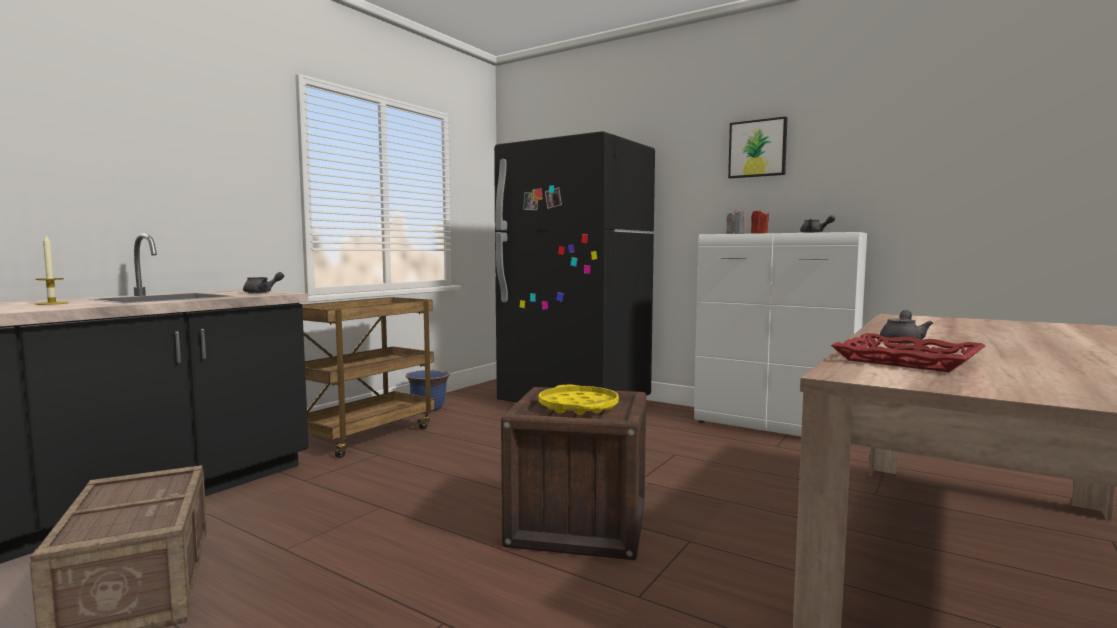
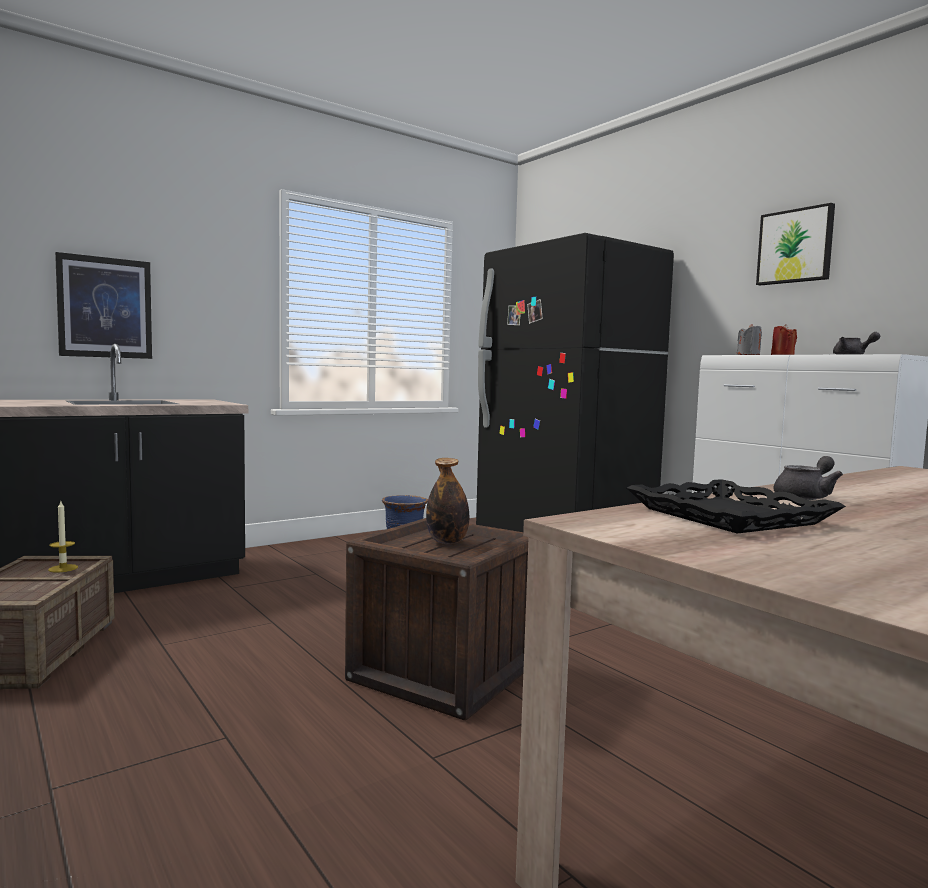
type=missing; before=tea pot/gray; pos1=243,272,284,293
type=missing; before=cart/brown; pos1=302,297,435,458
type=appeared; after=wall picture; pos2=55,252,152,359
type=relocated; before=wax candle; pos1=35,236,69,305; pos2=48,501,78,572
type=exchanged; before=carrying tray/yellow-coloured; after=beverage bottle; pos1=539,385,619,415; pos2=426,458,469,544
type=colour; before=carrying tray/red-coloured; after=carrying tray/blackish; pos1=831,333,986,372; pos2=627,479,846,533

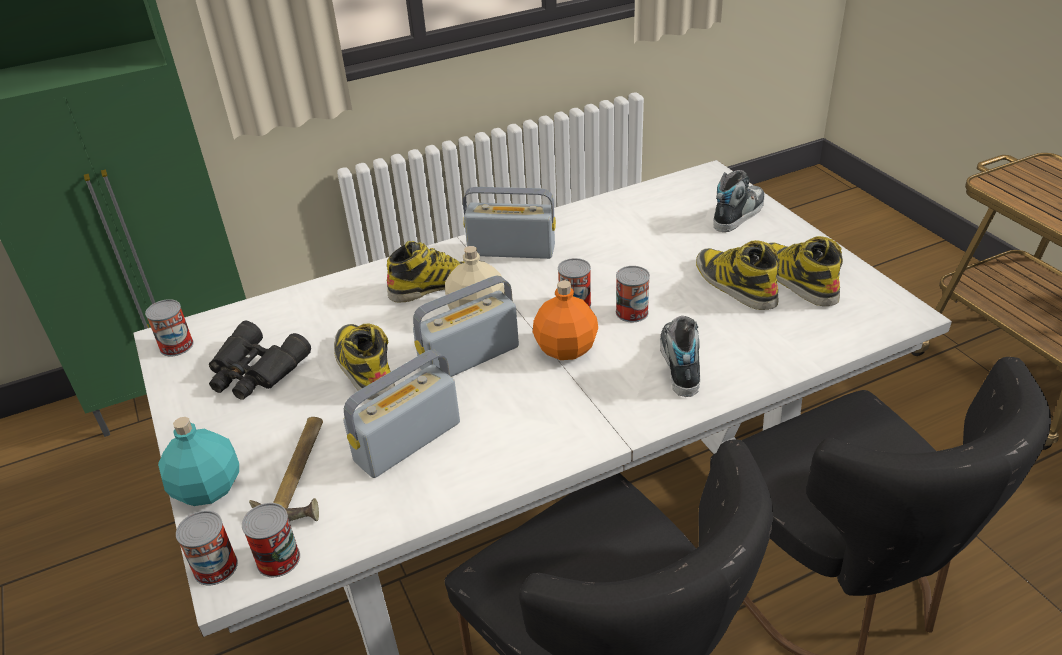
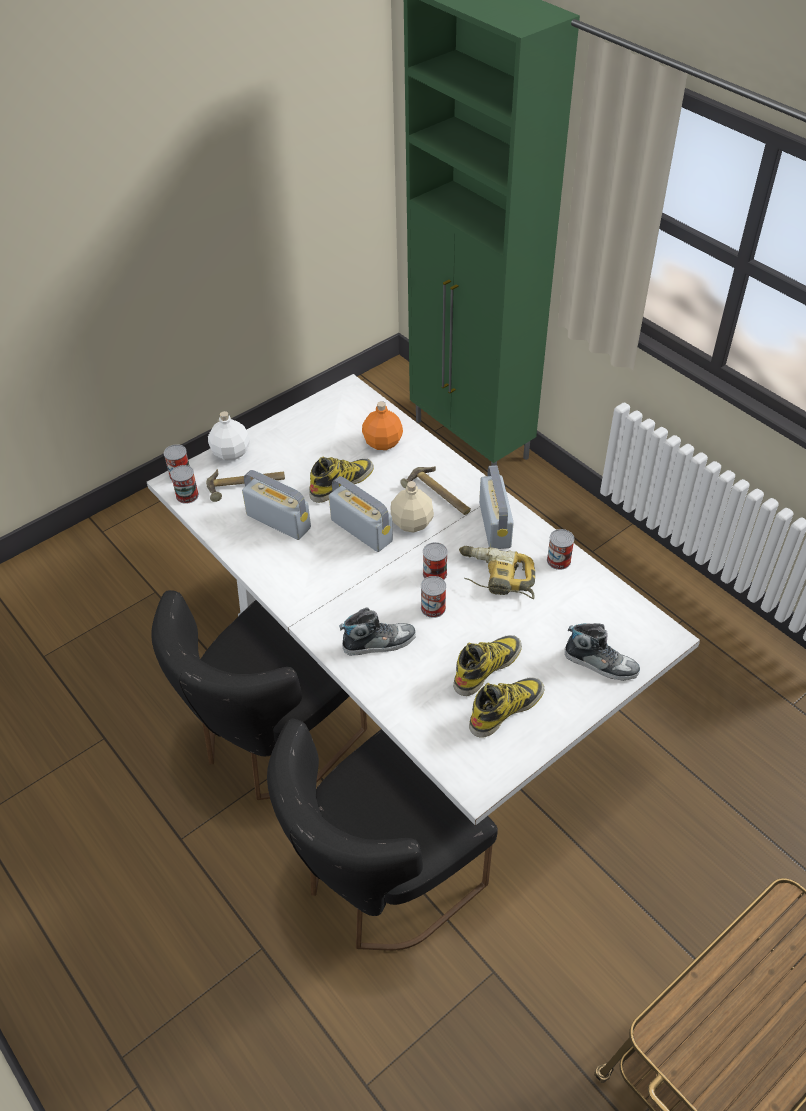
type=missing; before=field glasses/blackish; pos1=209,321,311,400
type=appeared; after=power drill; pos2=459,546,535,599
type=relocated; before=sealed can; pos1=145,299,194,356; pos2=547,529,574,570
type=relocated; before=beverage bottle/orange; pos1=533,280,598,360; pos2=362,401,403,450
type=exchanged; before=high-top boot; after=hand hammer; pos1=387,241,486,302; pos2=401,466,471,515
type=colour; before=beverage bottle/blue-green; after=beverage bottle/white; pos1=158,417,239,506; pos2=208,411,250,461

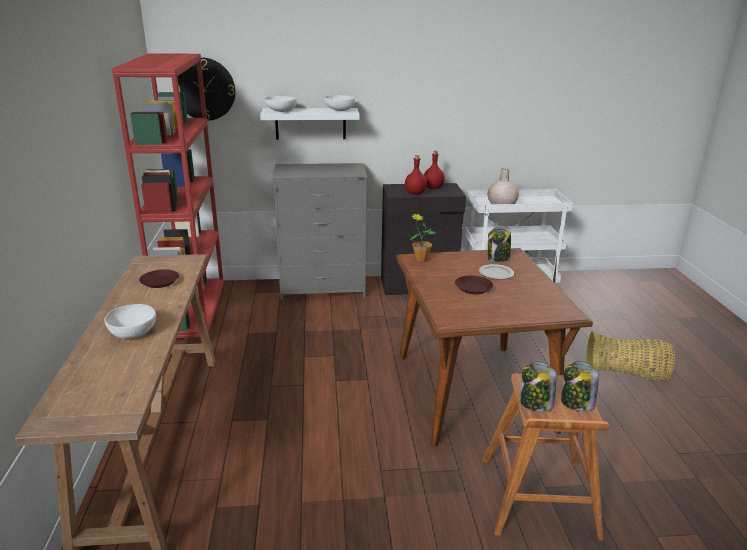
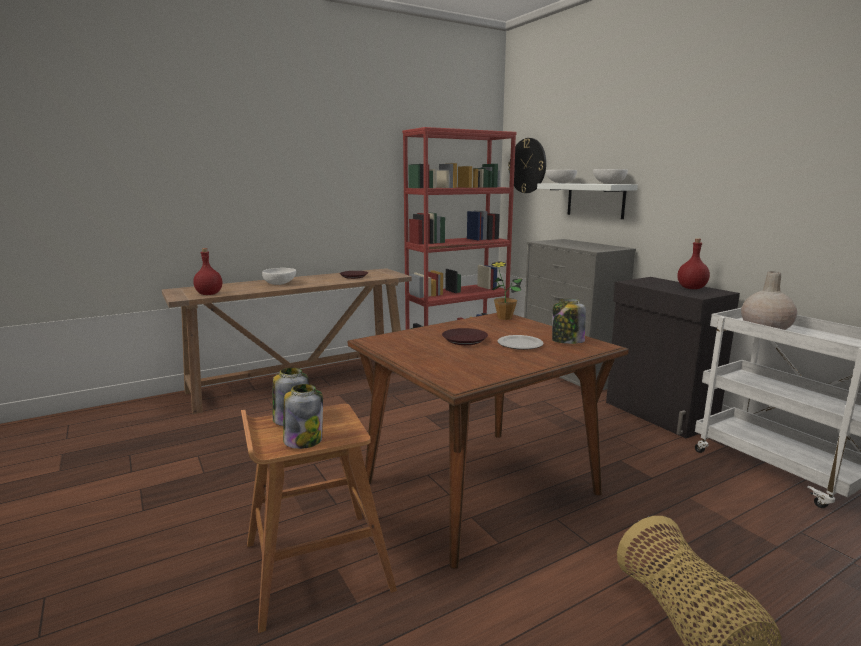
type=relocated; before=beverage bottle/red-coloured; pos1=405,155,427,195; pos2=193,248,222,295

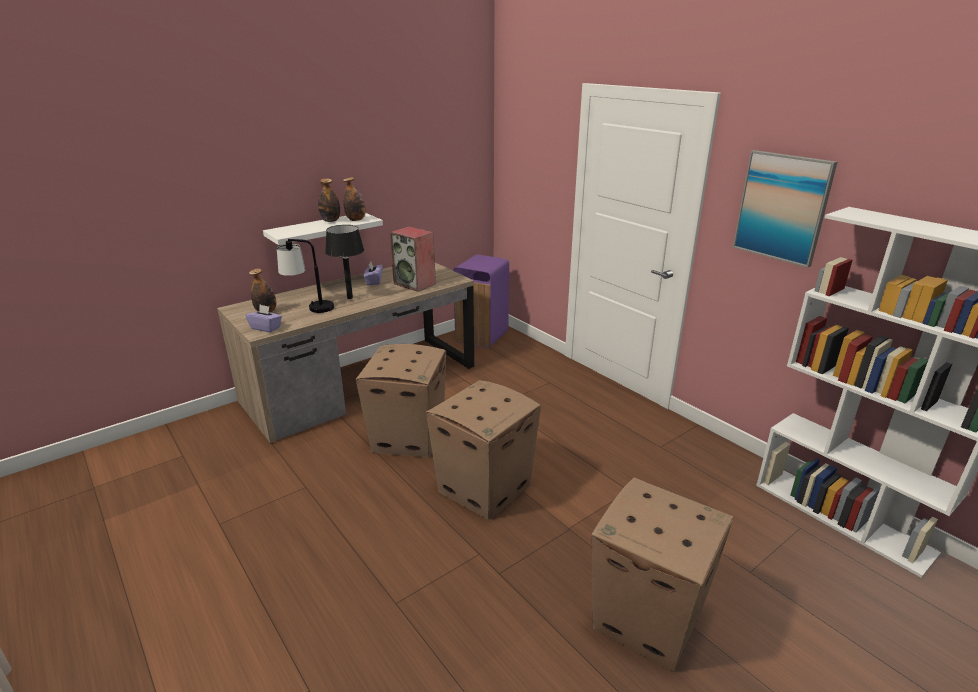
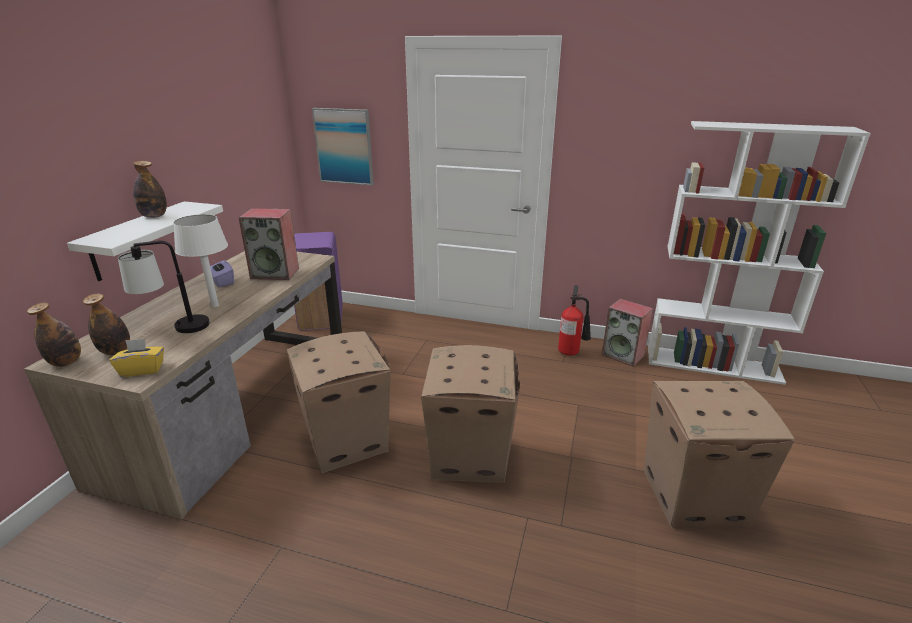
type=appeared; after=extinguisher; pos2=558,285,591,356
type=appeared; after=speaker; pos2=602,299,653,367
type=relocated; before=beverage bottle; pos1=343,177,366,221; pos2=27,303,81,367
type=relocated; before=wall picture; pos1=733,150,837,268; pos2=312,108,374,186
type=colour; before=box of tissues/purplish; after=box of tissues/yellow-coloured; pos1=245,305,282,332; pos2=109,339,164,377
type=colour; before=tabletop lamp/blackish; after=tabletop lamp/white; pos1=325,225,364,299; pos2=173,214,228,307

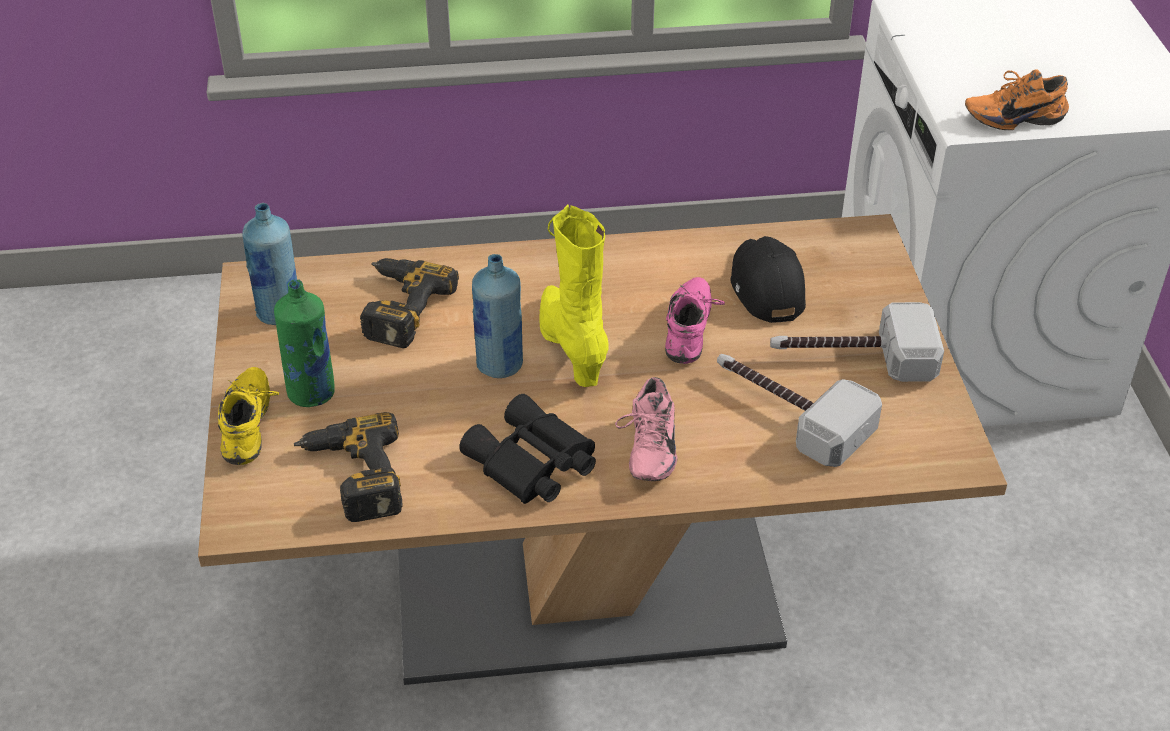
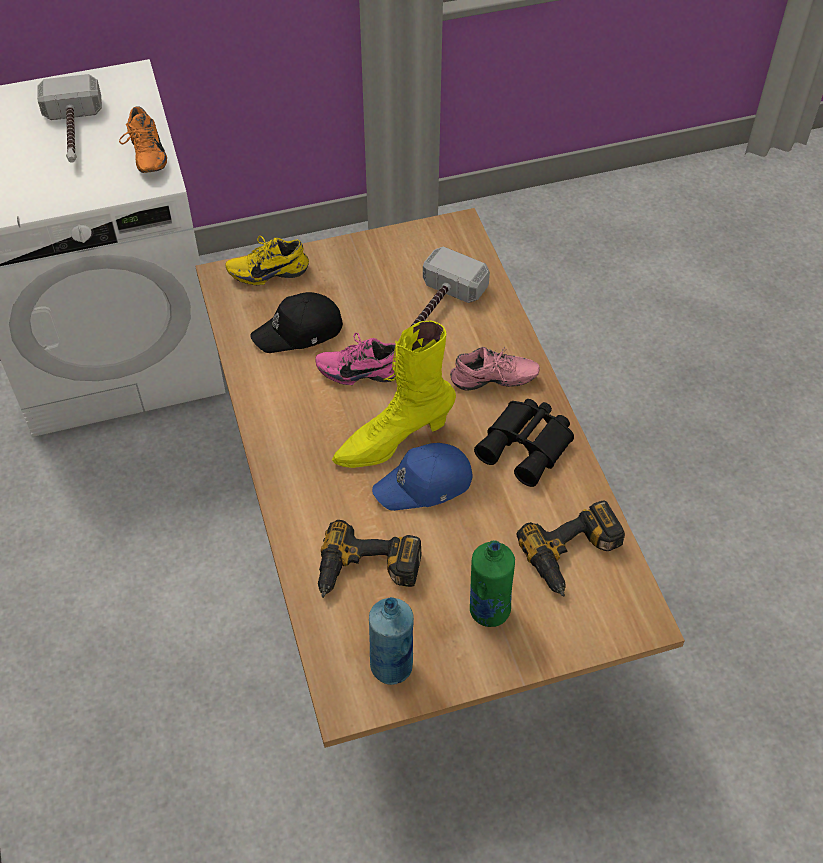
type=relocated; before=item of footwear/yellow-coloured; pos1=218,367,279,465; pos2=226,236,309,285
type=relocated; before=hand hammer; pos1=770,302,944,382; pos2=37,74,102,163
type=exchanged; before=beverage bottle/blue-coloured; after=baseball cap/blue-coloured; pos1=472,254,523,378; pos2=372,443,472,511

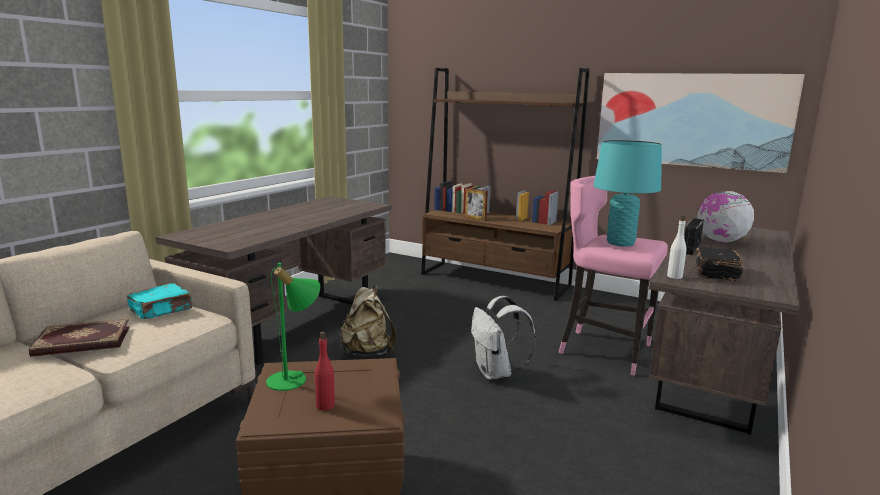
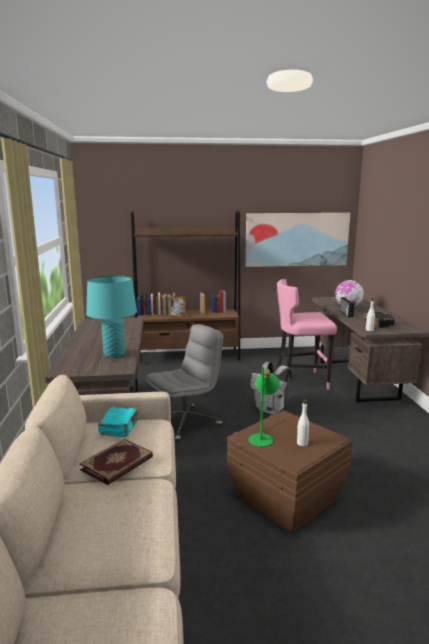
type=relocated; before=tabletop lamp/blue-green; pos1=593,140,662,247; pos2=86,275,137,358
type=exchanged; before=backpack/beige-coloured; after=desk chair/gray; pos1=340,285,396,356; pos2=146,324,223,442
type=colour; before=beverage bottle/red-coloured; after=beverage bottle/white; pos1=315,332,335,411; pos2=297,399,309,446

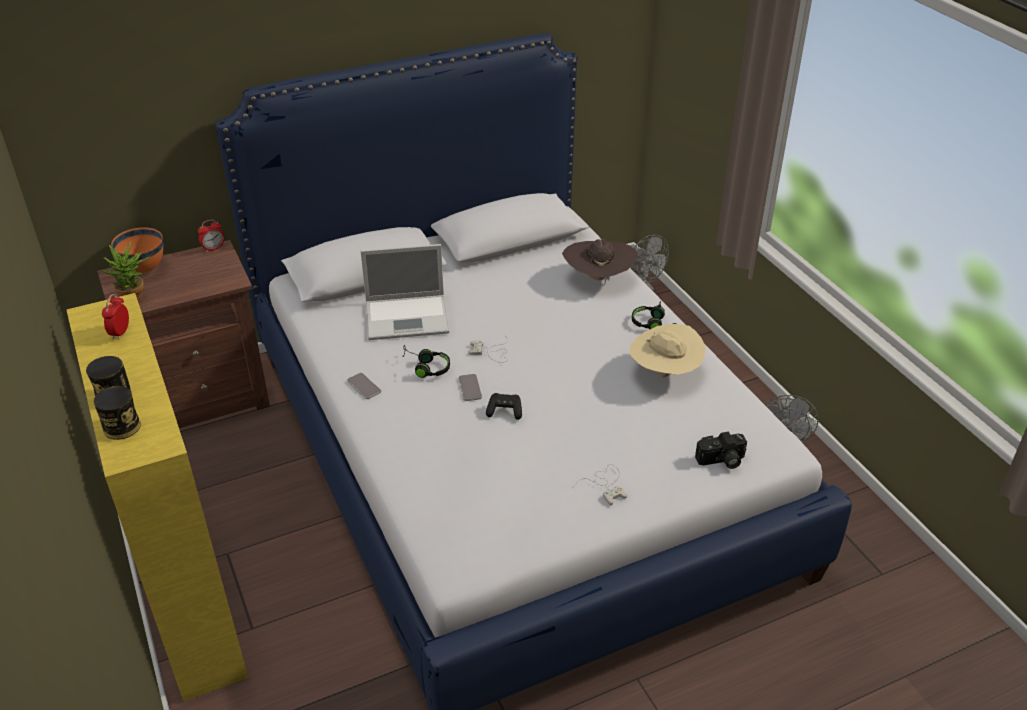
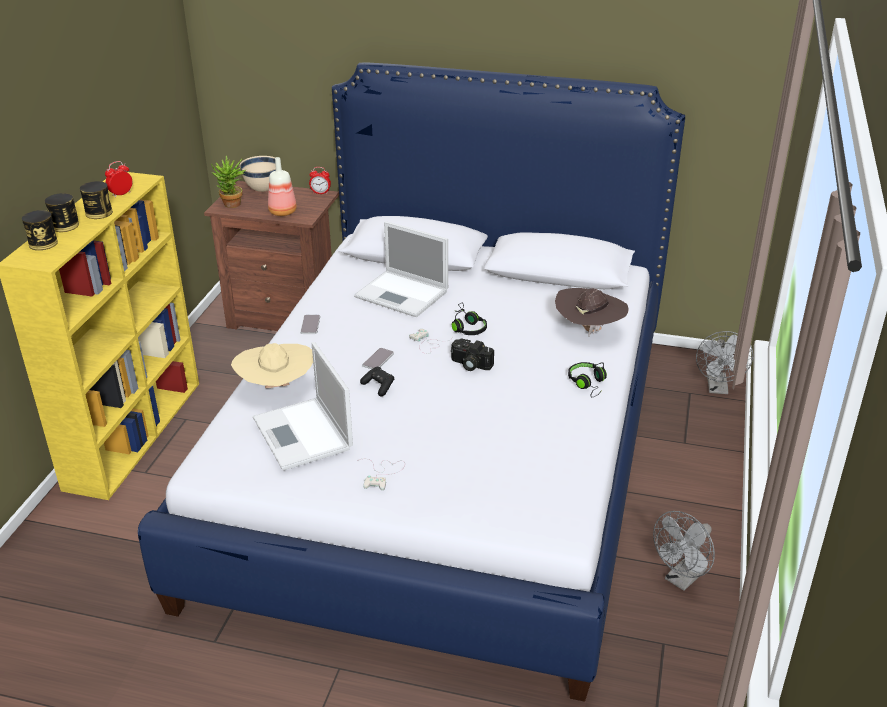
type=appeared; after=sealed can; pos2=80,181,113,219
type=appeared; after=portable computer; pos2=253,342,353,471
type=appeared; after=beverage bottle; pos2=268,157,297,216
type=relocated; before=headphones/blackish; pos1=403,345,450,378; pos2=452,303,487,335
type=relocated; before=wearable hat/beige-coloured; pos1=629,324,706,378; pos2=231,343,313,388
type=relocated; before=photo camera; pos1=695,432,747,469; pos2=451,339,494,371
type=colour; before=serving bowl/orange; after=serving bowl/beige-coloured; pos1=111,227,163,273; pos2=240,156,276,192

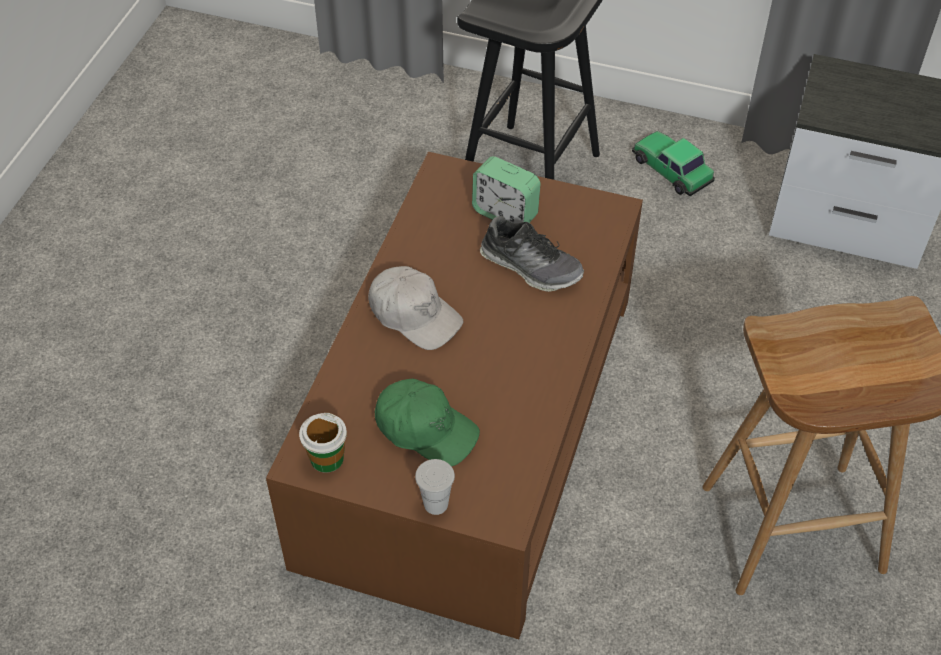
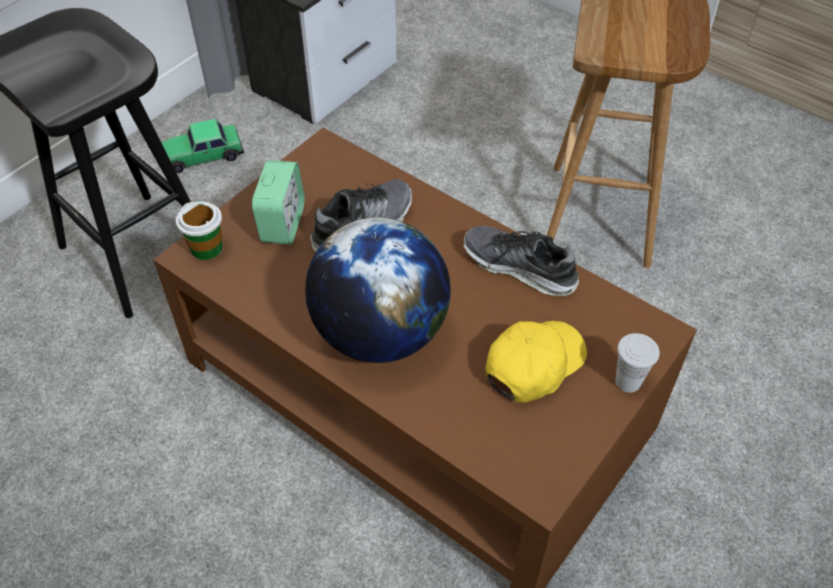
type=appeared; after=item of footwear; pos2=463,226,579,296
type=relocated; before=cup; pos1=299,413,347,473; pos2=176,201,223,260
type=exchanged; before=baseball cap/white; after=globe; pos1=368,266,464,350; pos2=305,217,451,363
type=colour; before=baseball cap/green-coloured; after=baseball cap/yellow-coloured; pos1=375,379,480,466; pos2=485,321,587,403
type=spun; before=bedside clock; pos1=472,156,541,223; pos2=252,160,305,244; turn=-45

